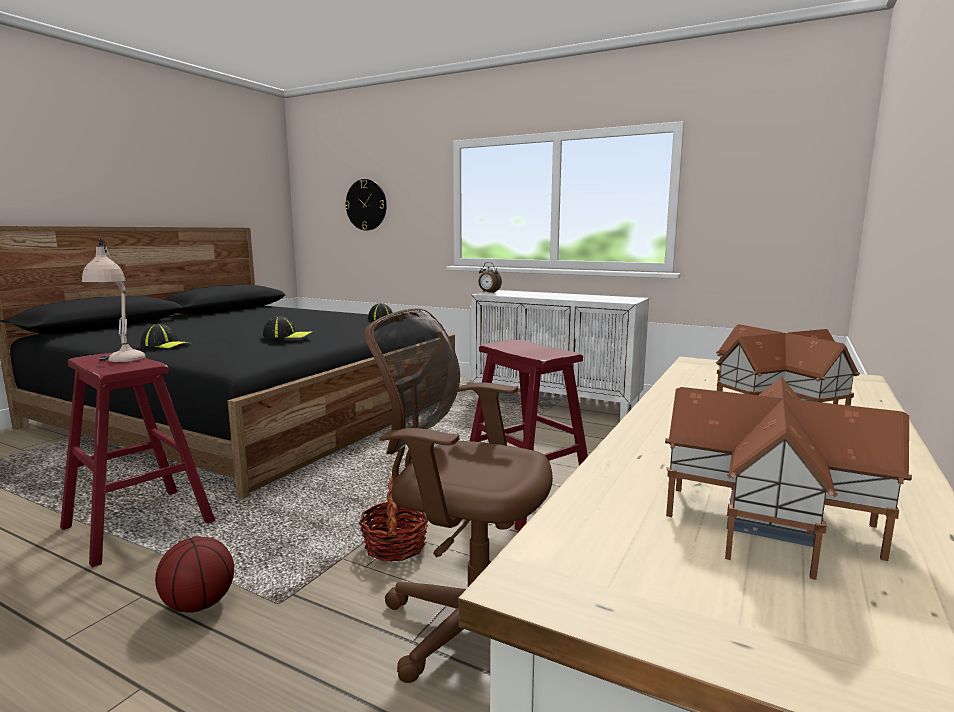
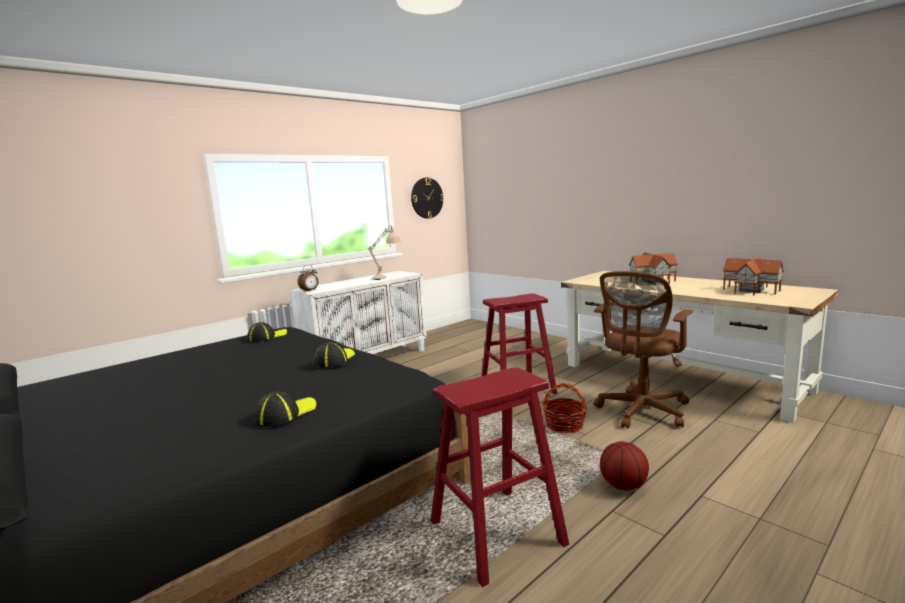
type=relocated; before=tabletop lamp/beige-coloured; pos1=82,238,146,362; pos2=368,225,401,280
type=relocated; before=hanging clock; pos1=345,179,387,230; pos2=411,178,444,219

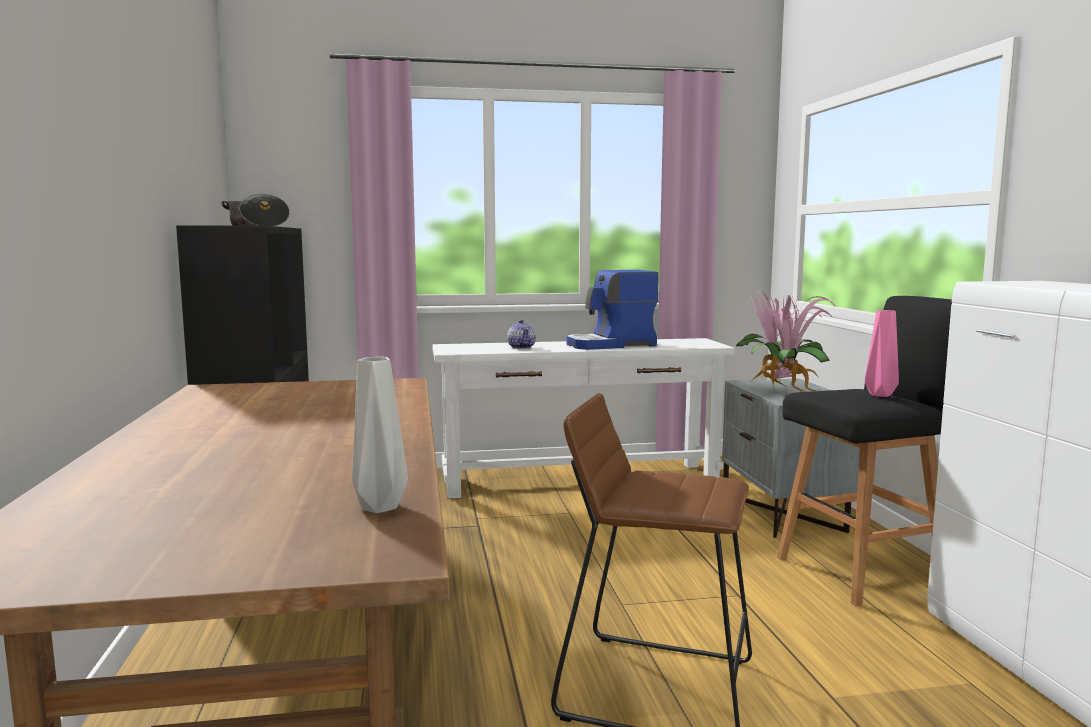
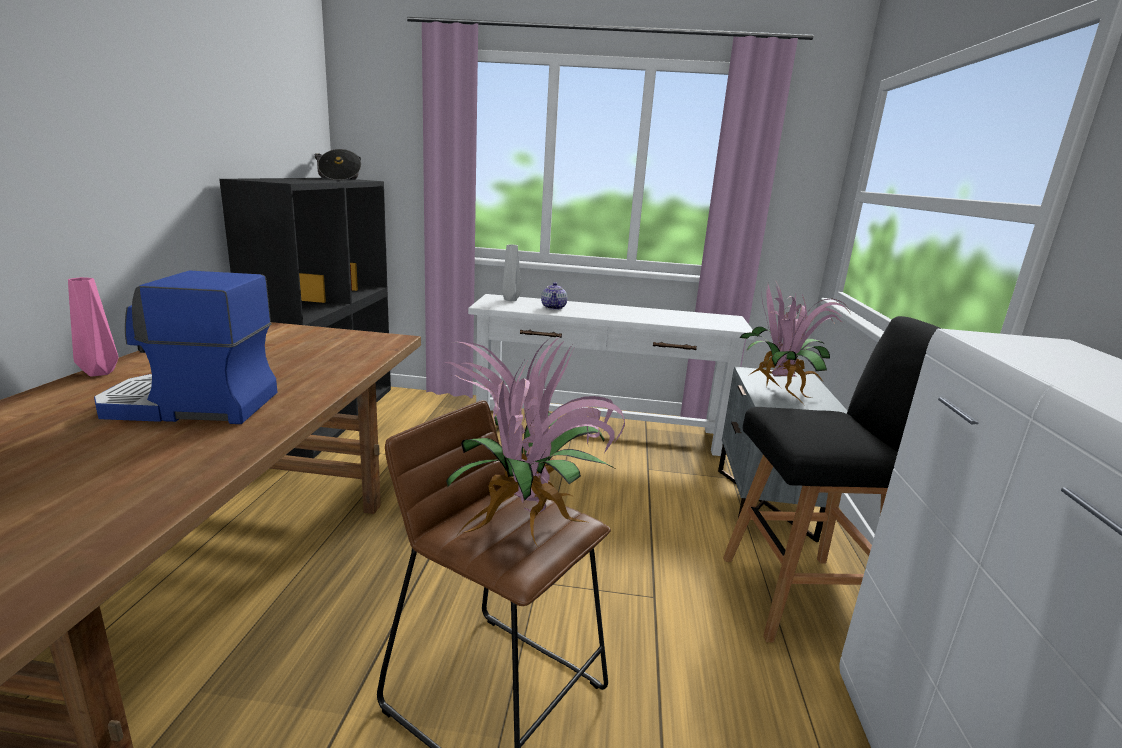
type=appeared; after=plant in a pot; pos2=445,335,625,547
type=relocated; before=flower vase/gray; pos1=352,357,408,513; pos2=502,244,522,301
type=relocated; before=coffee machine; pos1=567,270,659,350; pos2=94,271,278,424
type=relocated; before=flower vase/pinkish; pos1=865,310,899,397; pos2=68,277,118,376

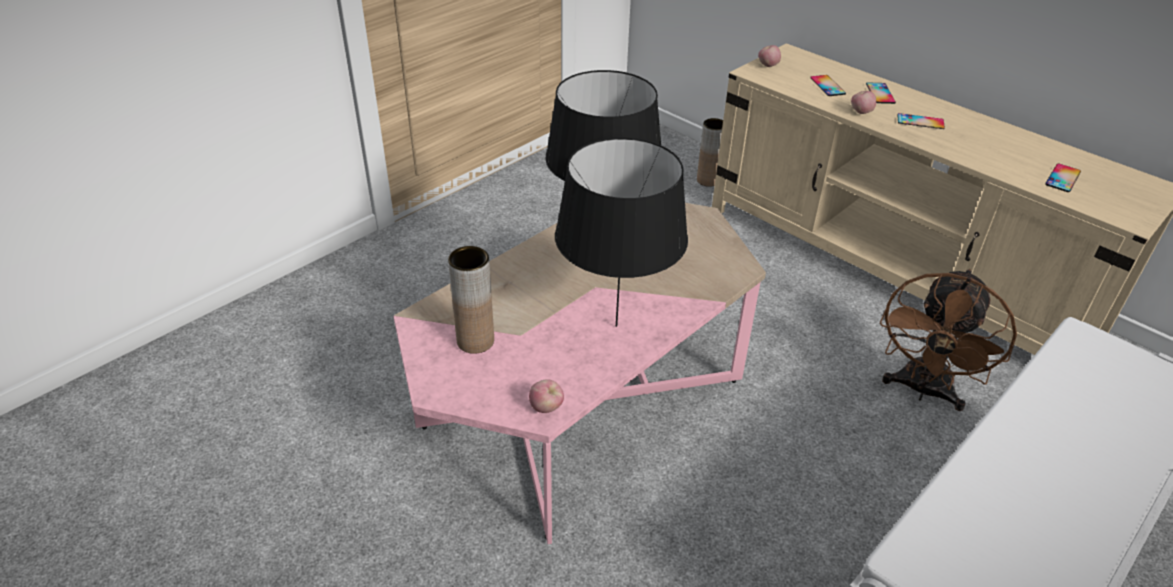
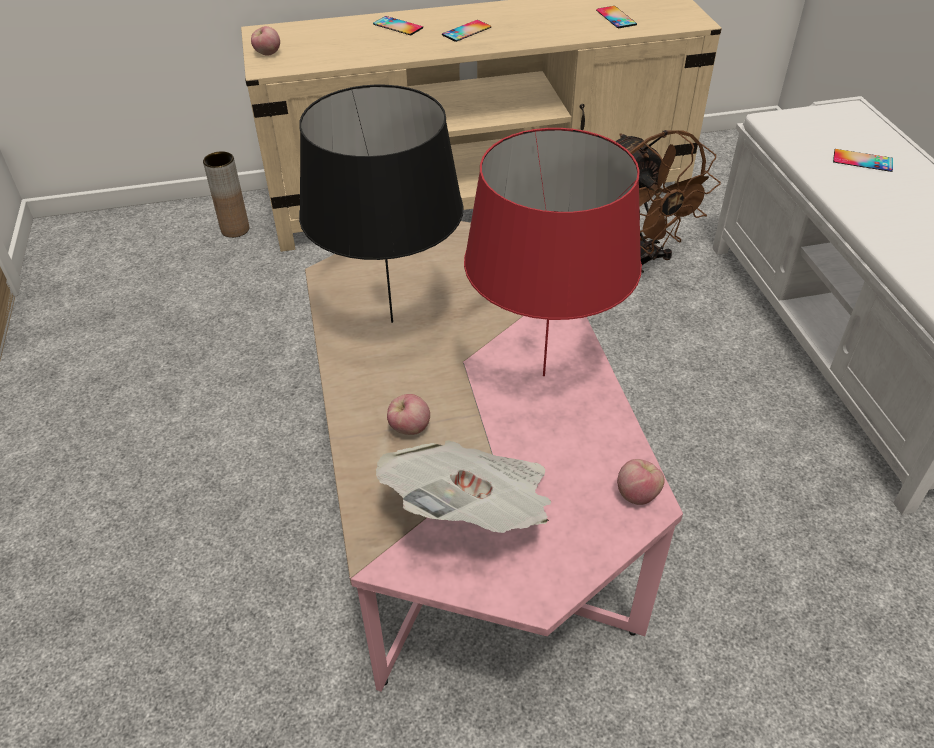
type=relocated; before=handset; pos1=810,75,846,96; pos2=833,149,893,172
type=relocated; before=apple fruit; pos1=851,91,876,114; pos2=387,394,430,435
type=exchanged; before=flower vase/brown; after=newspaper; pos1=448,246,494,354; pos2=376,440,551,533
type=colour; before=tabletop lamp/blackish; after=tabletop lamp/red-coloured; pos1=555,138,688,327; pos2=464,128,642,376

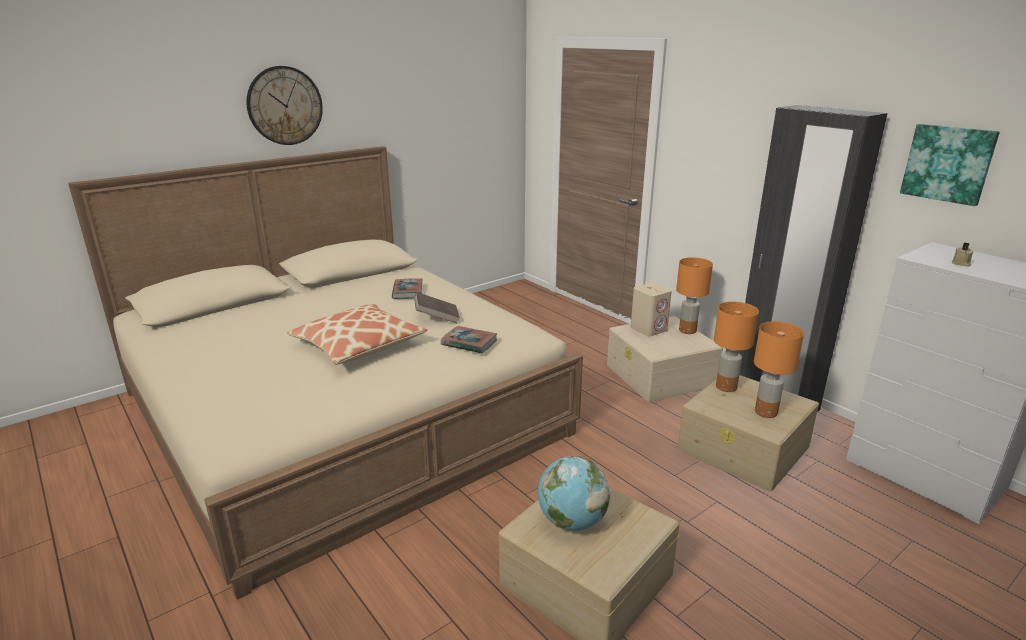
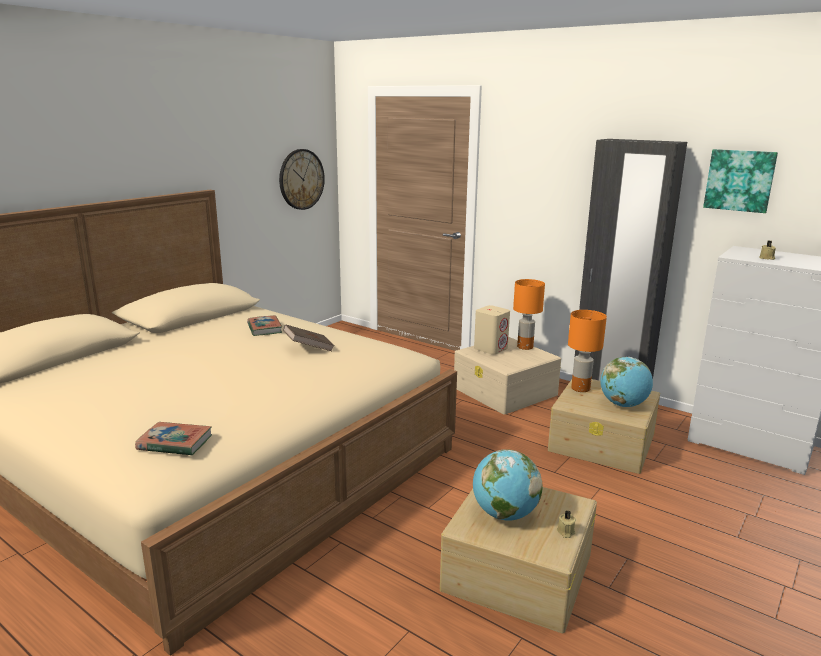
type=missing; before=cushion; pos1=287,304,427,365
type=appeared; after=wax candle/beige-coloured; pos2=557,510,576,538
type=relocated; before=hanging clock; pos1=246,66,323,145; pos2=279,149,325,210
type=relocated; before=book; pos1=441,326,497,353; pos2=135,422,212,456
type=exchanged; before=tabletop lamp/orange; after=globe; pos1=754,321,804,418; pos2=600,357,653,407

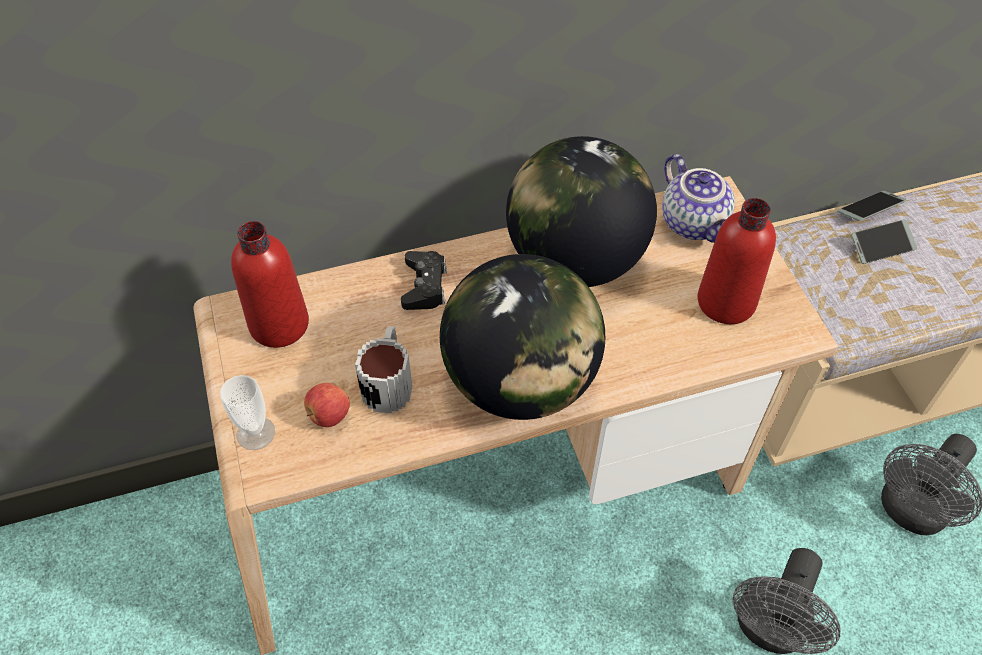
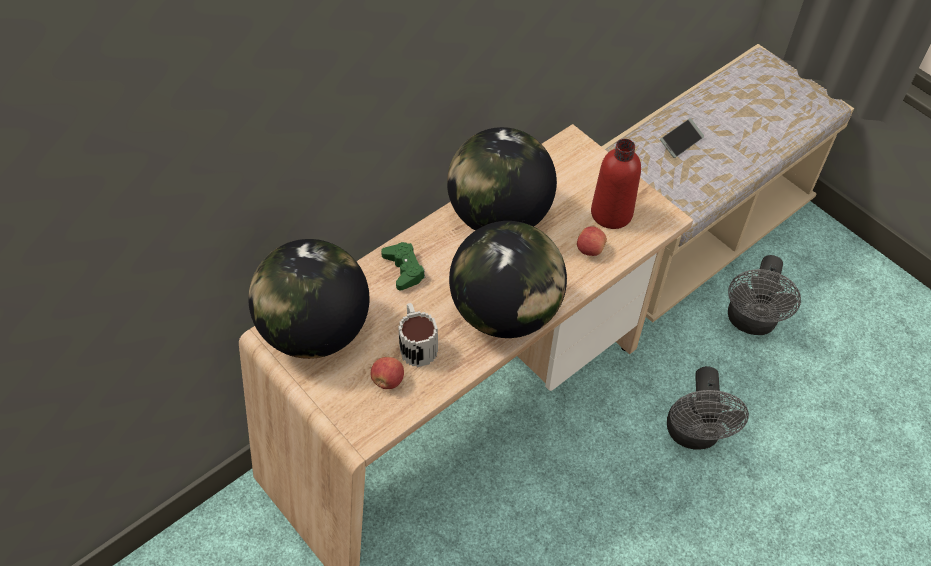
type=missing; before=cup; pos1=220,375,275,450
type=missing; before=tea pot; pos1=662,154,735,243
type=missing; before=handset; pos1=837,191,906,221
type=appeared; after=apple fruit; pos2=577,226,607,256
type=exchanged; before=beverage bottle/red-coloured; after=globe; pos1=231,221,309,348; pos2=248,239,369,359
type=colour; before=game controller/blackish; after=game controller/green-coloured; pos1=401,251,447,310; pos2=381,242,425,290

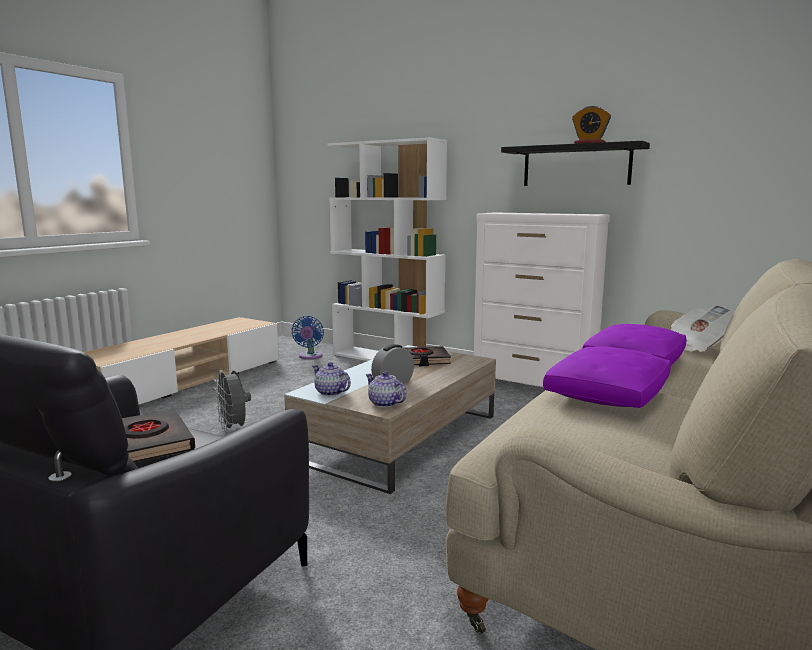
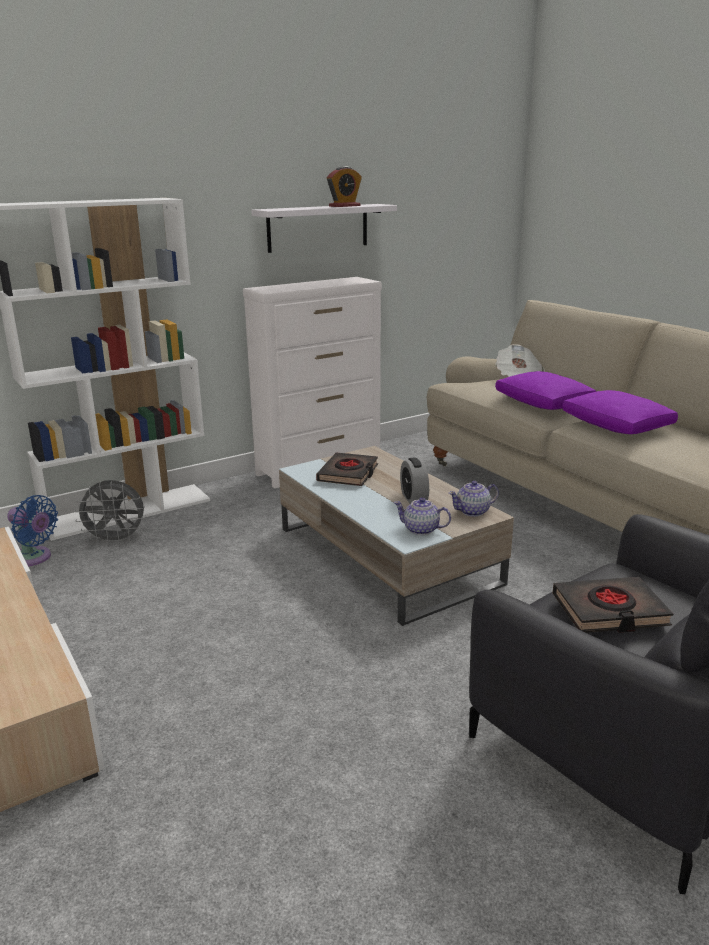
type=relocated; before=cooling fan/gray; pos1=214,368,251,432; pos2=74,480,146,545
type=colour; before=bracket shelf/blackish; after=bracket shelf/white; pos1=501,141,650,186; pos2=251,204,397,253
type=spun; before=tea pot; pos1=312,362,351,396; pos2=393,497,451,535; turn=45

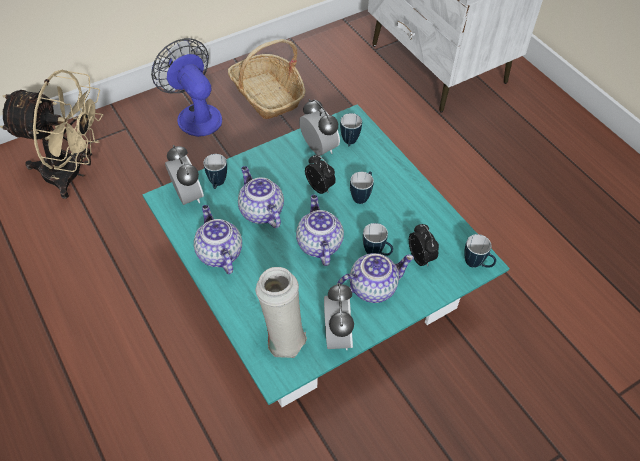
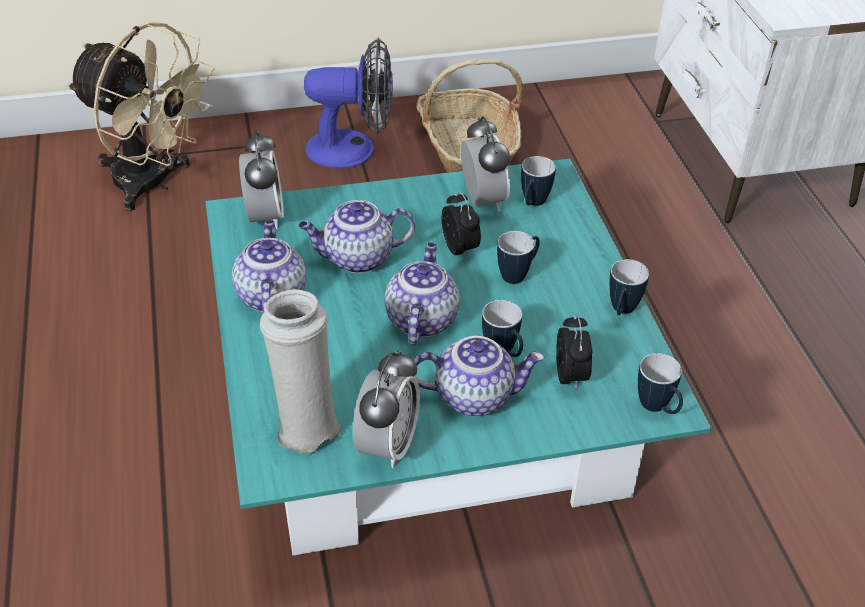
type=relocated; before=mug; pos1=204,154,227,189; pos2=609,259,649,315
type=spun; before=cooling fan; pos1=151,38,222,137; pos2=304,38,393,169; turn=105
type=spun; before=tea pot; pos1=238,166,284,228; pos2=298,200,415,273; turn=-90

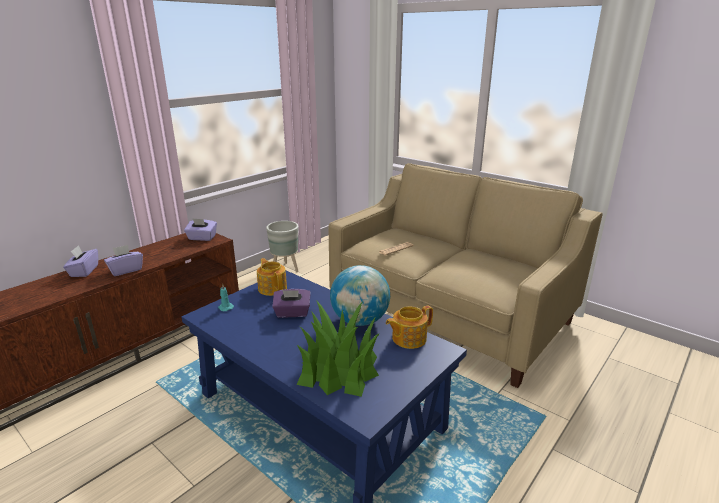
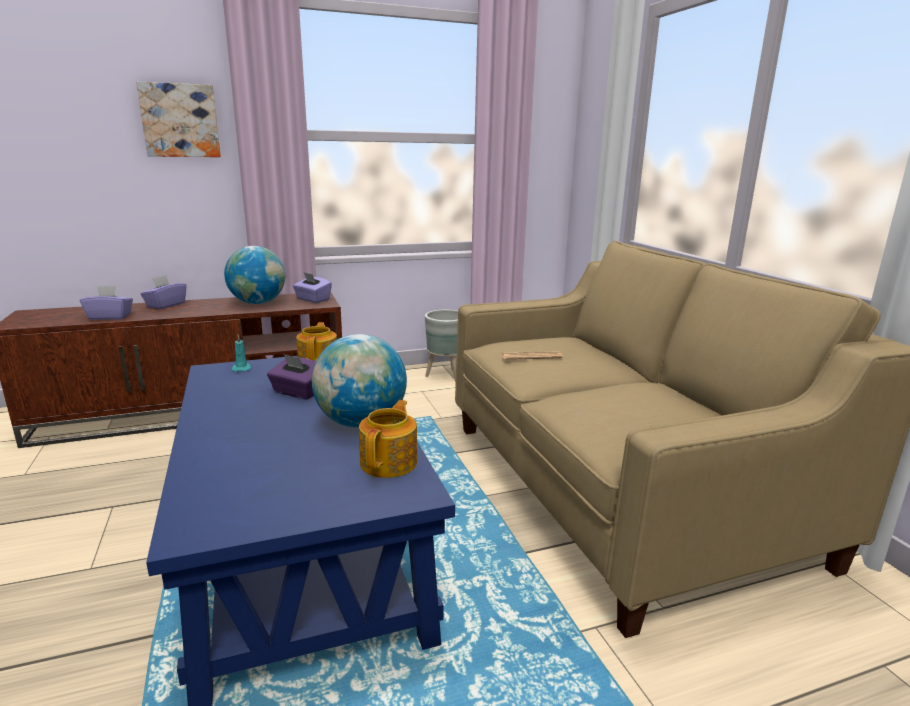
type=missing; before=plant in a pot; pos1=296,300,380,397
type=appeared; after=wall picture; pos2=136,82,221,157
type=appeared; after=globe; pos2=224,246,285,304
type=relocated; before=box of tissues/purplish; pos1=104,245,143,276; pos2=80,286,133,320
type=spun; before=tea pot; pos1=386,305,433,349; pos2=359,400,417,478; turn=105

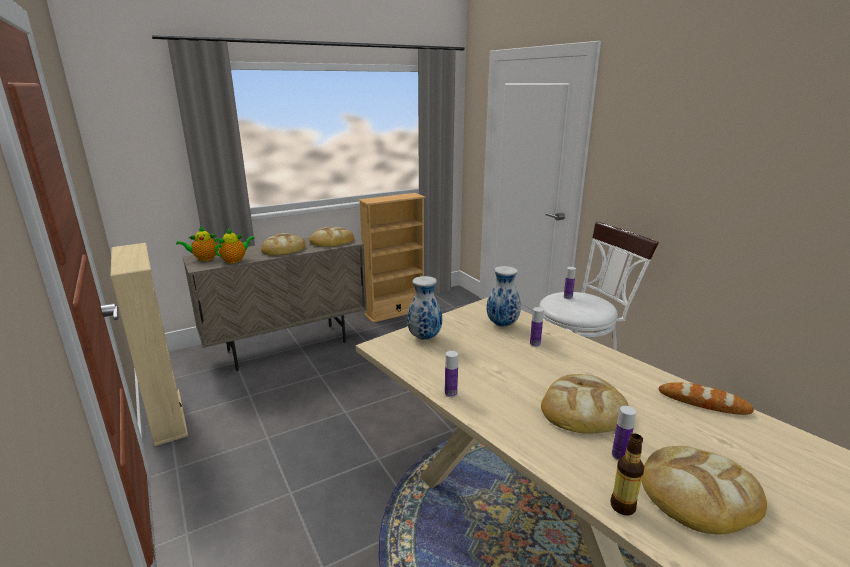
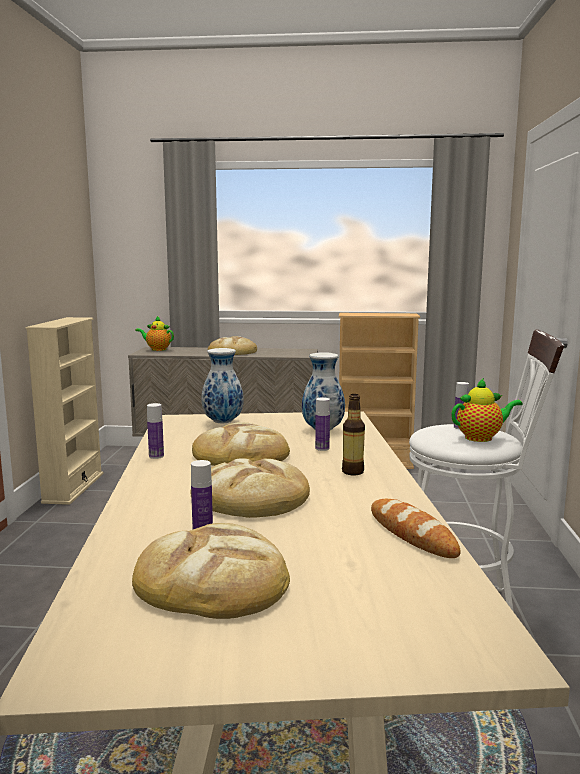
type=relocated; before=tea pot; pos1=215,228,255,264; pos2=451,378,523,442
type=relocated; before=bakery bread; pos1=309,227,354,247; pos2=192,422,290,466
type=relocated; before=beverage bottle; pos1=610,433,644,516; pos2=342,394,365,475

